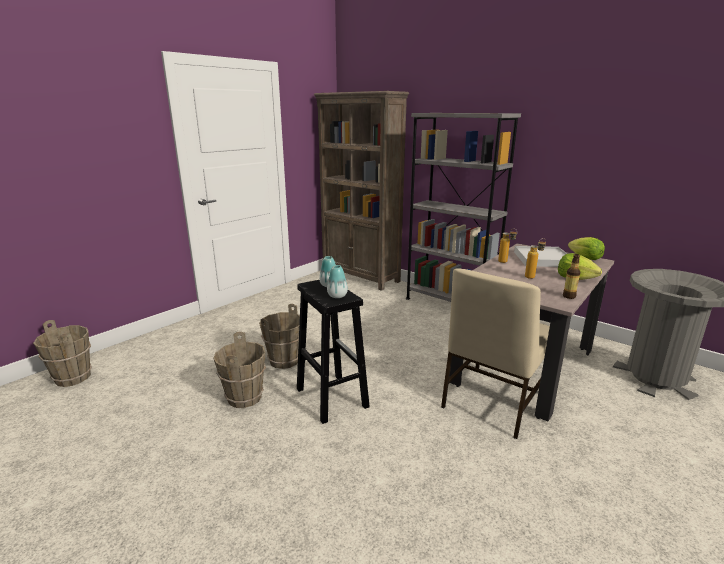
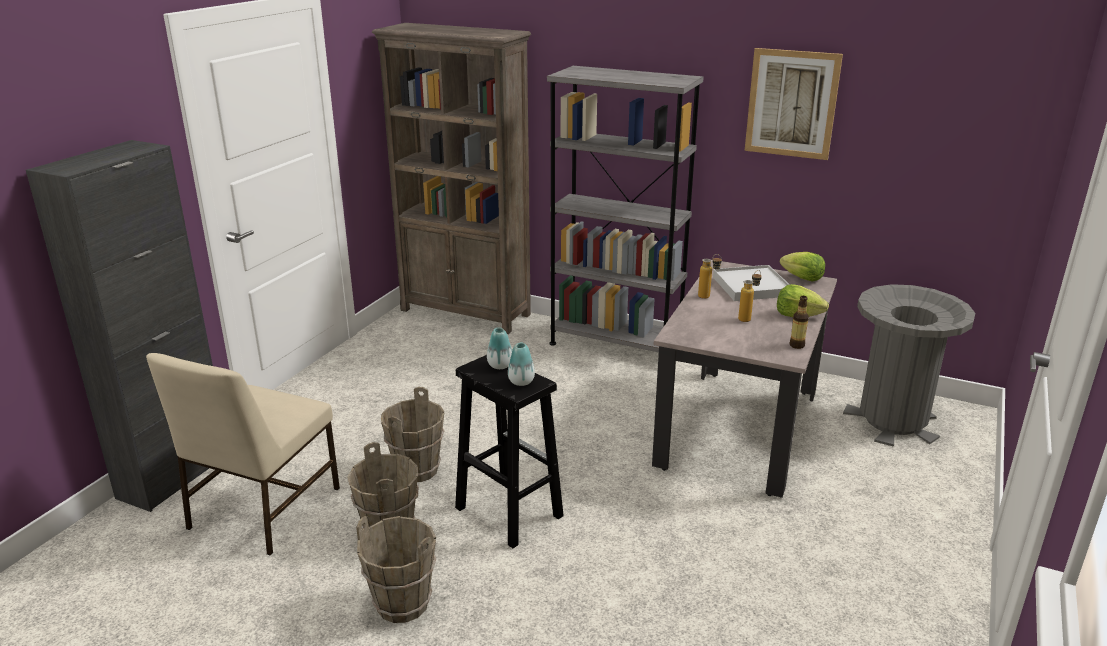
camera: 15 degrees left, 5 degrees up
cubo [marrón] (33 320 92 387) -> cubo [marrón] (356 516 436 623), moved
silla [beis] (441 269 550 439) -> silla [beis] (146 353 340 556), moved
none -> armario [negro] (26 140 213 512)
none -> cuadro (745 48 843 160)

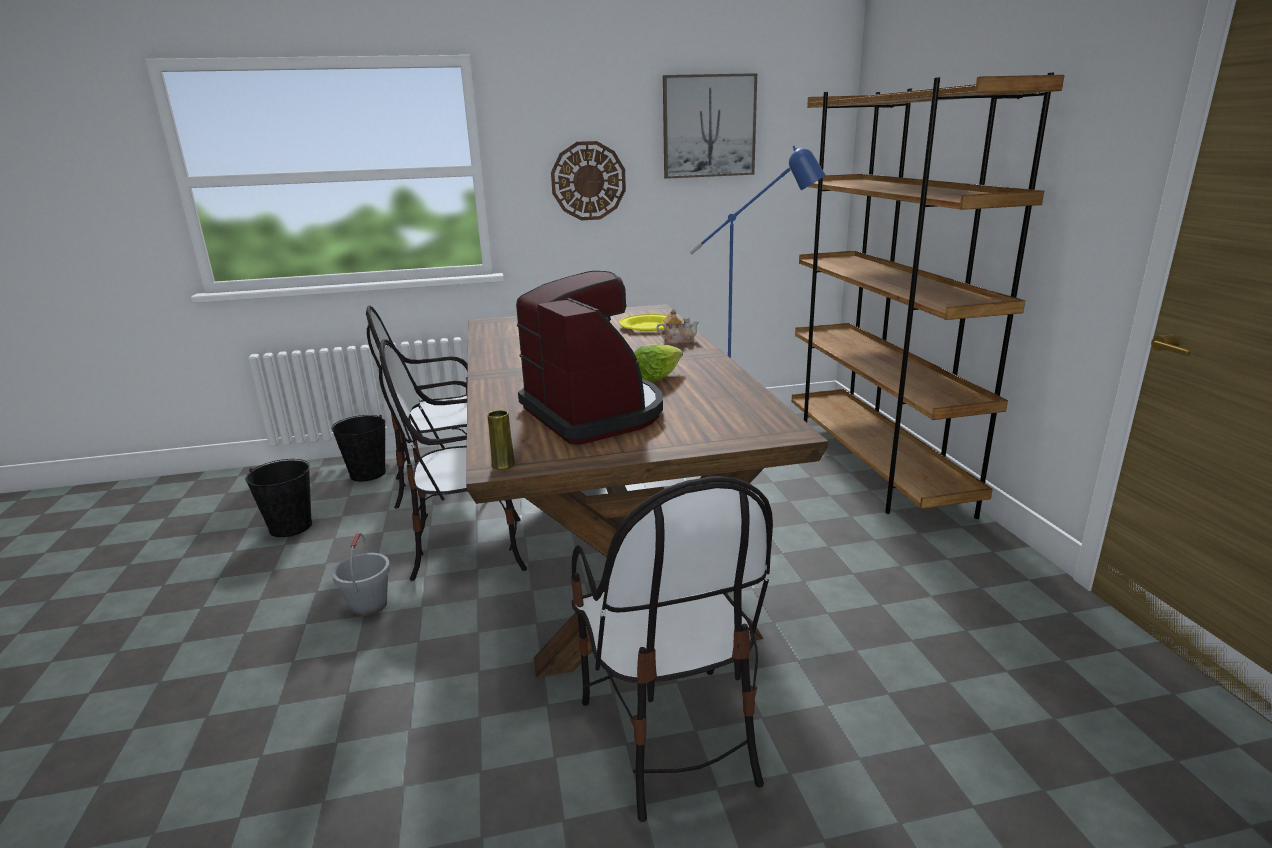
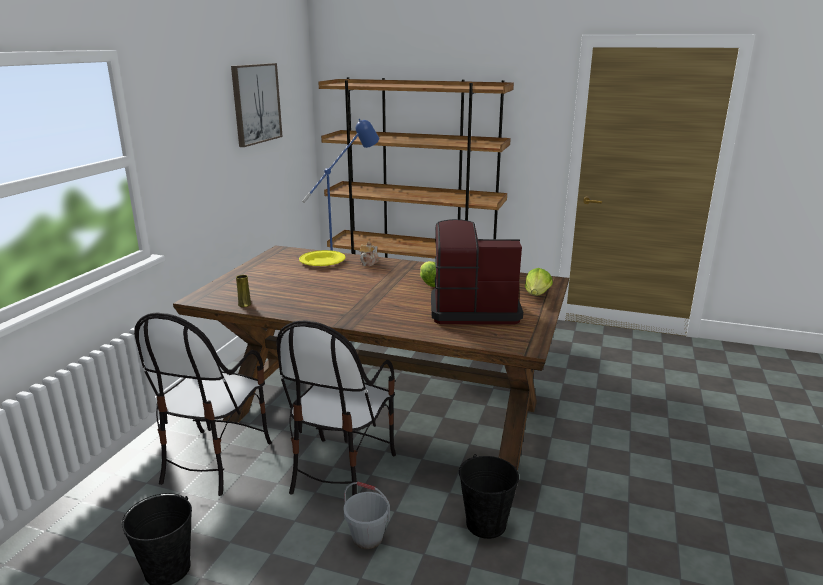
camera: 60 degrees left, 0 degrees up
cubo [negro] (331 415 386 482) -> cubo [negro] (459 454 519 539), moved
florero [amarillo] (487 410 515 470) -> florero [amarillo] (236 275 251 307), moved
reloj de pared (551 141 626 220) -> none
silla (571 476 773 822) -> none
none -> lechuga (525 268 553 296)

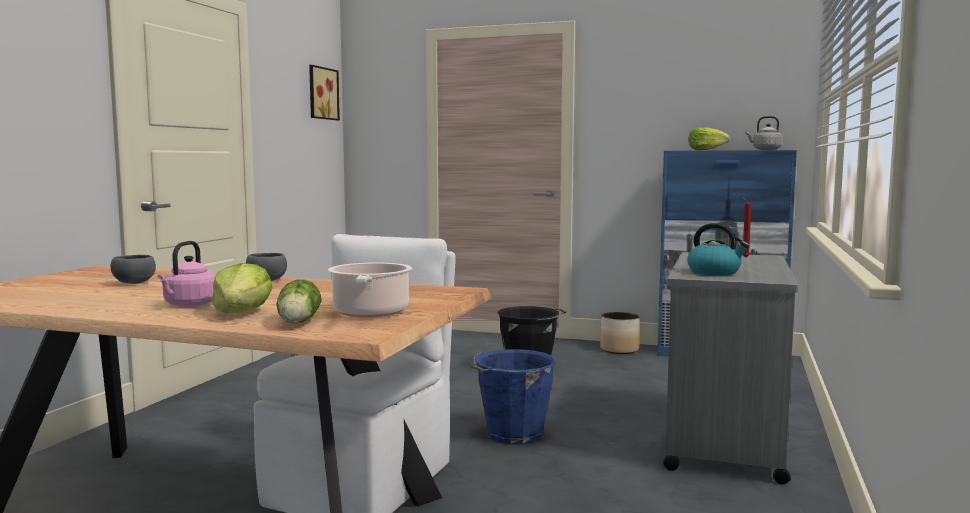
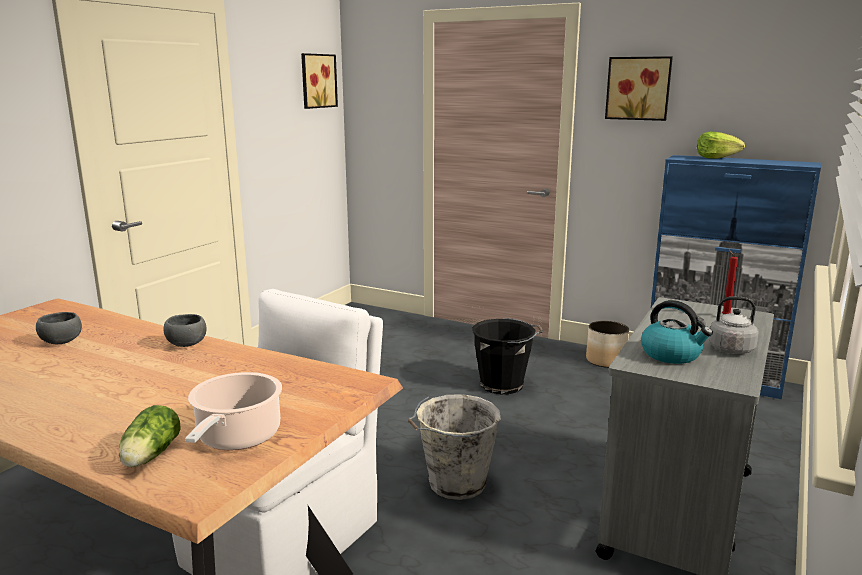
camera: 10 degrees right, 10 degrees up
hervidor [rosa] (157 241 215 307) -> none
lechuga (212 263 272 313) -> none
cubo [azul] (470 349 557 444) -> cubo [gris] (408 394 500 500)
hervidor [gris] (745 116 782 150) -> hervidor [gris] (698 296 759 354), moved
none -> cuadro (605 56 673 121)

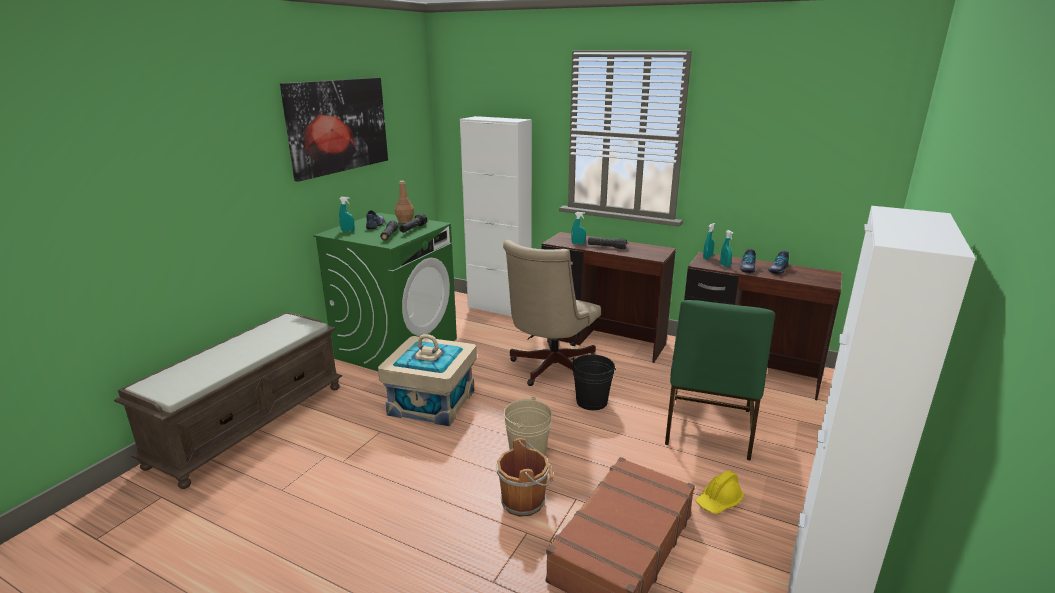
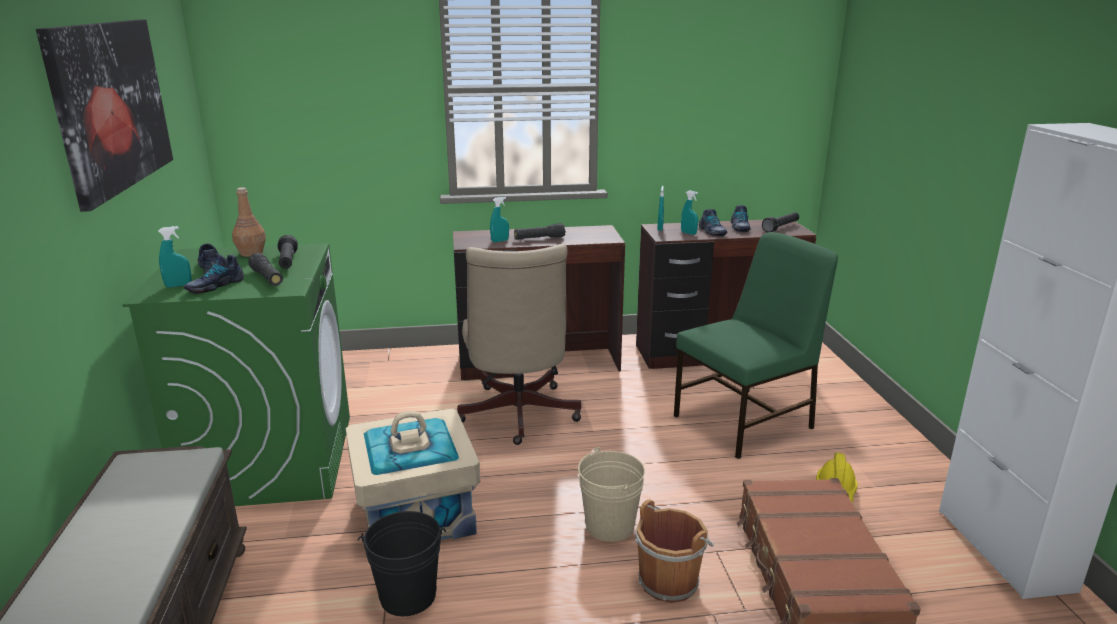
camera: 35 degrees left, 0 degrees up
armario [blanco] (460 116 532 316) -> none
cubo [negro] (571 355 616 410) -> cubo [negro] (358 511 446 616), moved
silla [verde] (665 300 775 461) -> silla [verde] (674 232 838 459), 105 degrees counterclockwise
none -> zapato (184 255 244 294)
none -> linterna [negro] (762 212 799 233)

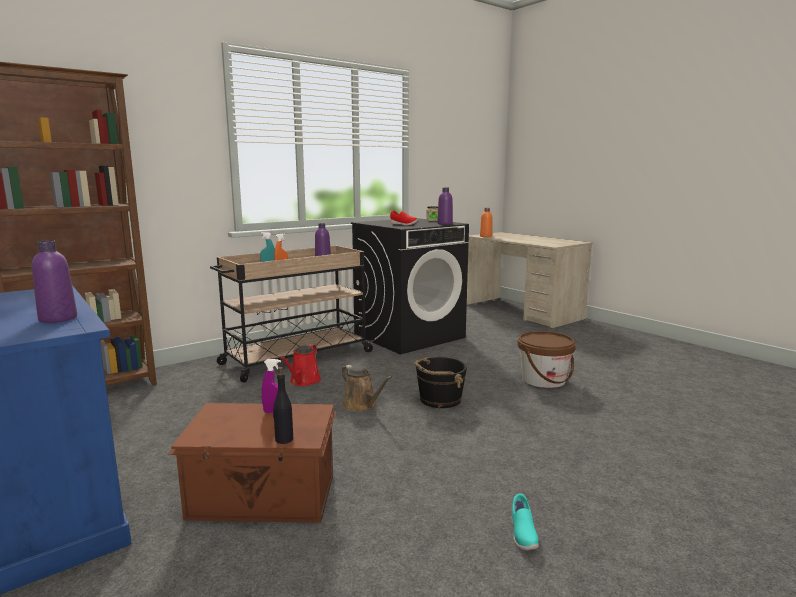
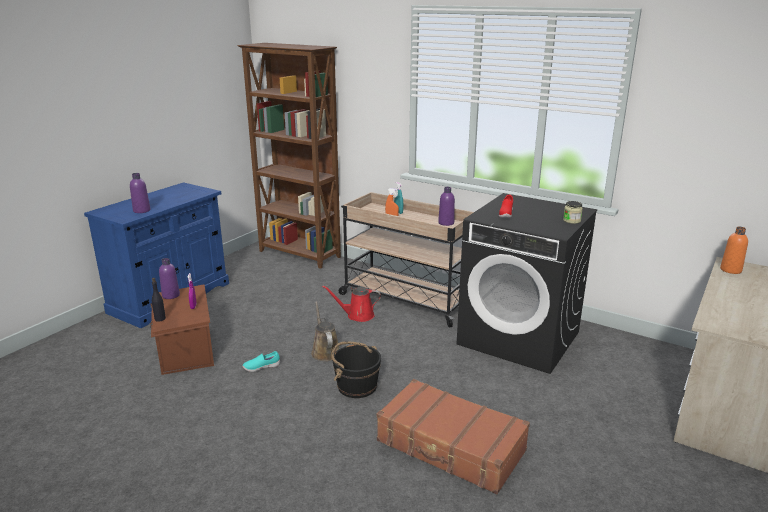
camera: 70 degrees right, 10 degrees up
regadera [marrón] (341 365 392 412) -> regadera [marrón] (311 301 339 361), 135 degrees clockwise
botella [morado] (437 187 453 225) -> botella [morado] (159 258 180 299), moved
zapato [turquesa] (512 493 539 550) -> zapato [turquesa] (242 351 280 372), moved
cubo [marrón] (517 331 576 388) -> maleta [marrón] (377 379 530 494)

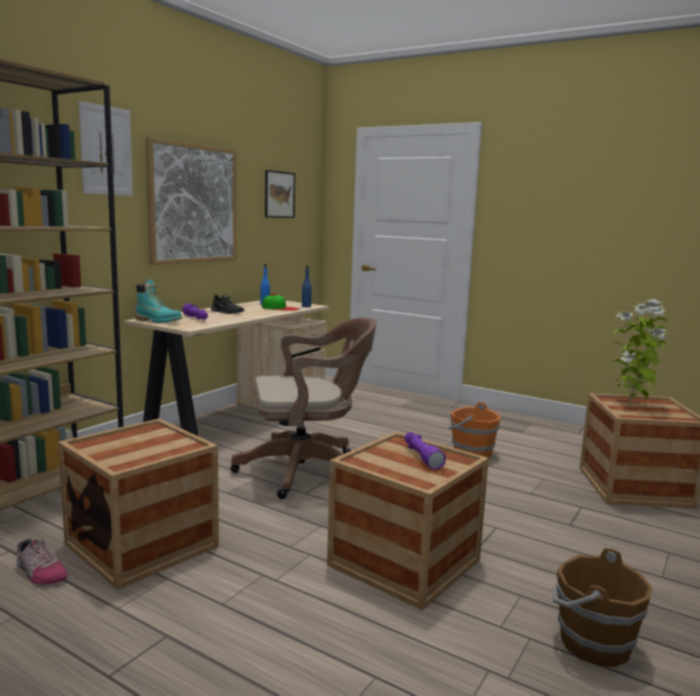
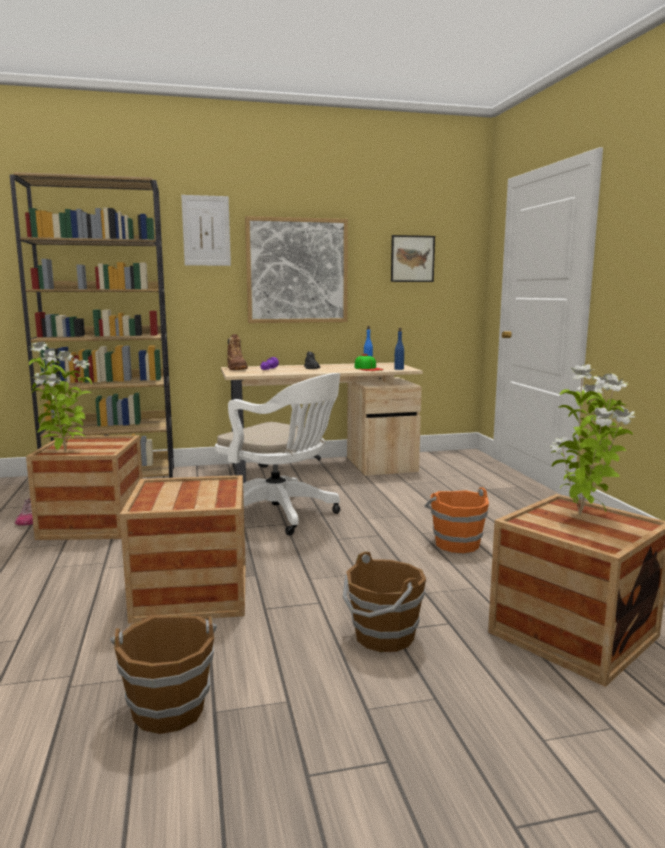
camera: 45 degrees right, 0 degrees up
bota [turquesa] (135 279 182 323) -> bota [marrón] (227 334 248 370)
silla de oficina [marrón] (230 317 377 499) -> silla de oficina [blanco] (215 373 341 535)
linterna [morado] (405 432 446 470) -> none
none -> planta en maceta (29 341 92 452)
none -> cubo [marrón] (343 551 426 652)

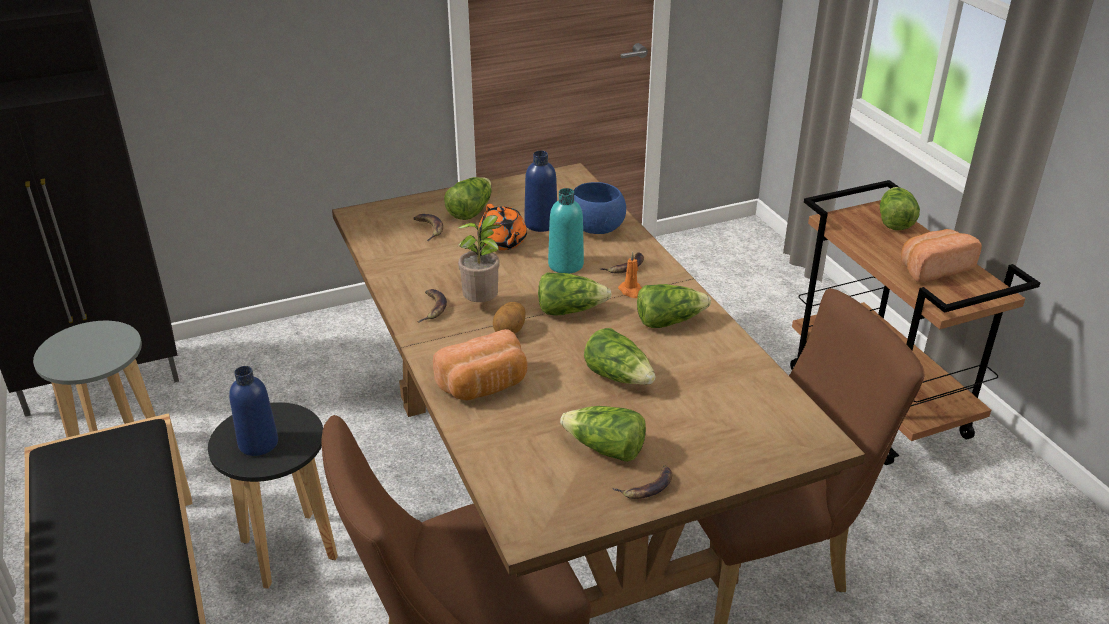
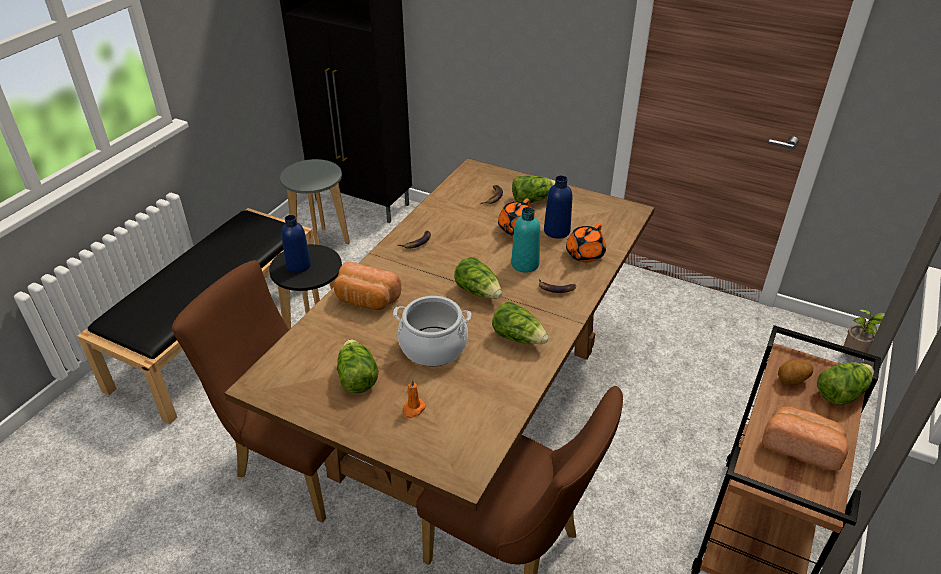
camera: 50 degrees right, 5 degrees up
planta en maceta (457 215 502 302) -> planta en maceta (844 309 885 358), moved
patata (493 302 526 334) -> patata (778 359 813 385), moved
cuenco [azul] (574 182 626 234) -> tetera [naranja] (566 224 606 262)
lechuga (584 328 655 385) -> olla (393 296 471 366)
plátano (613 465 673 499) -> none
vela [naranja] (618 252 642 298) -> vela [naranja] (403 379 426 418), moved

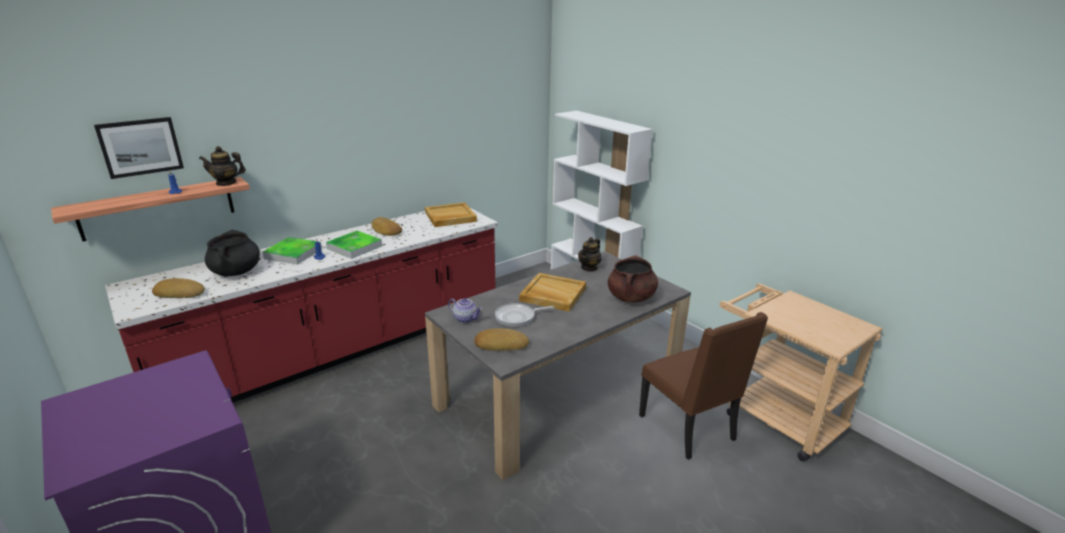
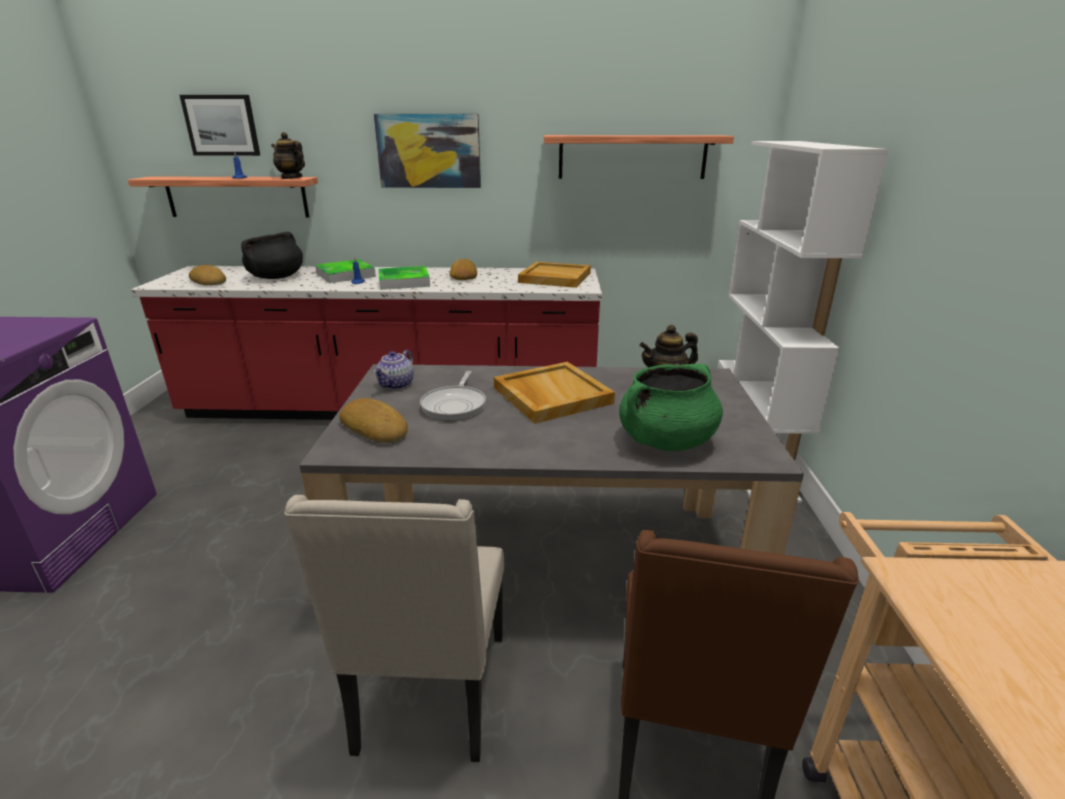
camera: 40 degrees right, 0 degrees up
tetera (448 298 482 323) -> tetera (373 350 414 390), 45 degrees clockwise
sartén (495 303 554 327) -> sartén (420 371 486 421), 105 degrees counterclockwise
olla [marrón] (608 255 658 302) -> olla [verde] (619 364 723 451)
none -> silla [beis] (284 495 504 762)
none -> cuadro (374 114 481 188)
none -> estante (544 135 734 179)

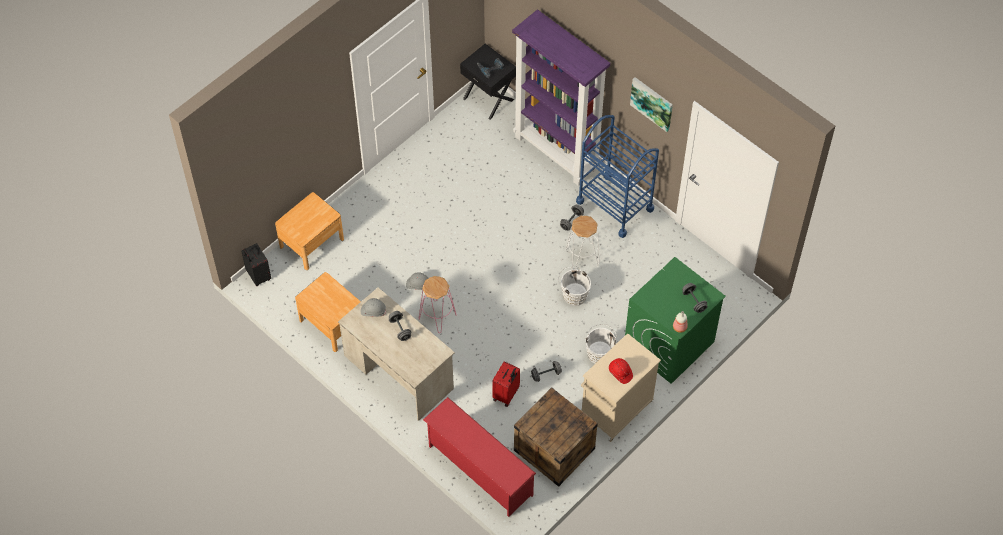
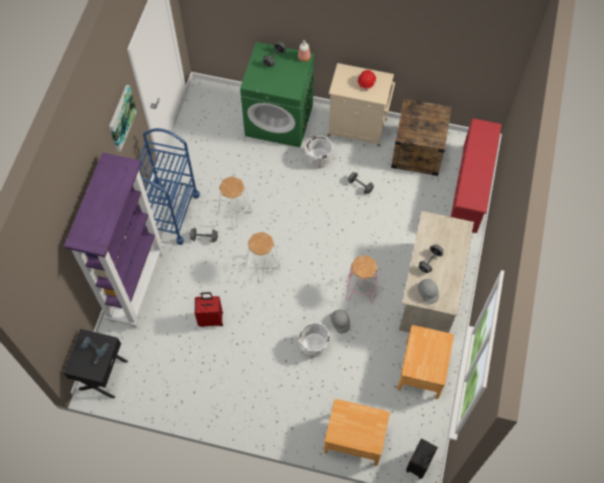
camera: 120 degrees left, 5 degrees up
maleta [rojo] (492 361 520 407) -> maleta [rojo] (195 292 223 327), moved
cubo [blanco] (558 267 591 306) -> cubo [blanco] (299 322 330 357), moved
none -> taburete [blanco] (245 232 281 284)

